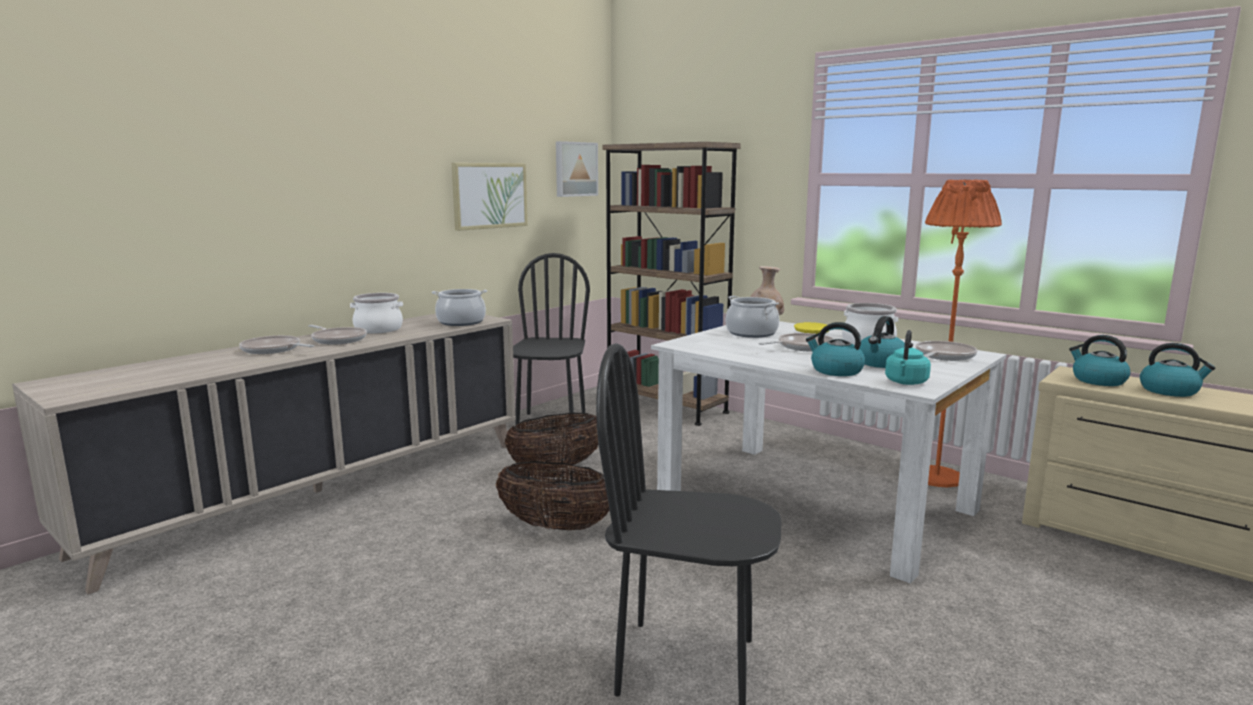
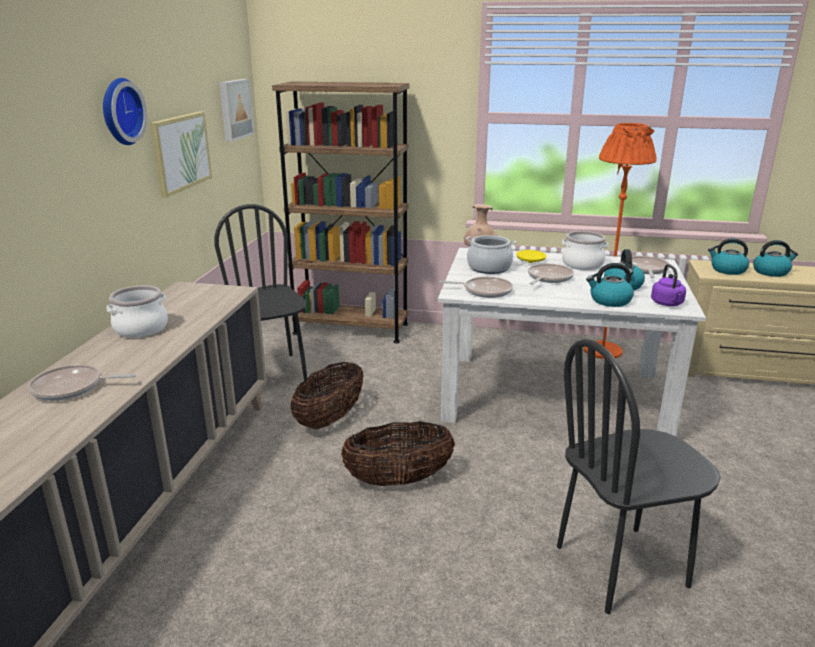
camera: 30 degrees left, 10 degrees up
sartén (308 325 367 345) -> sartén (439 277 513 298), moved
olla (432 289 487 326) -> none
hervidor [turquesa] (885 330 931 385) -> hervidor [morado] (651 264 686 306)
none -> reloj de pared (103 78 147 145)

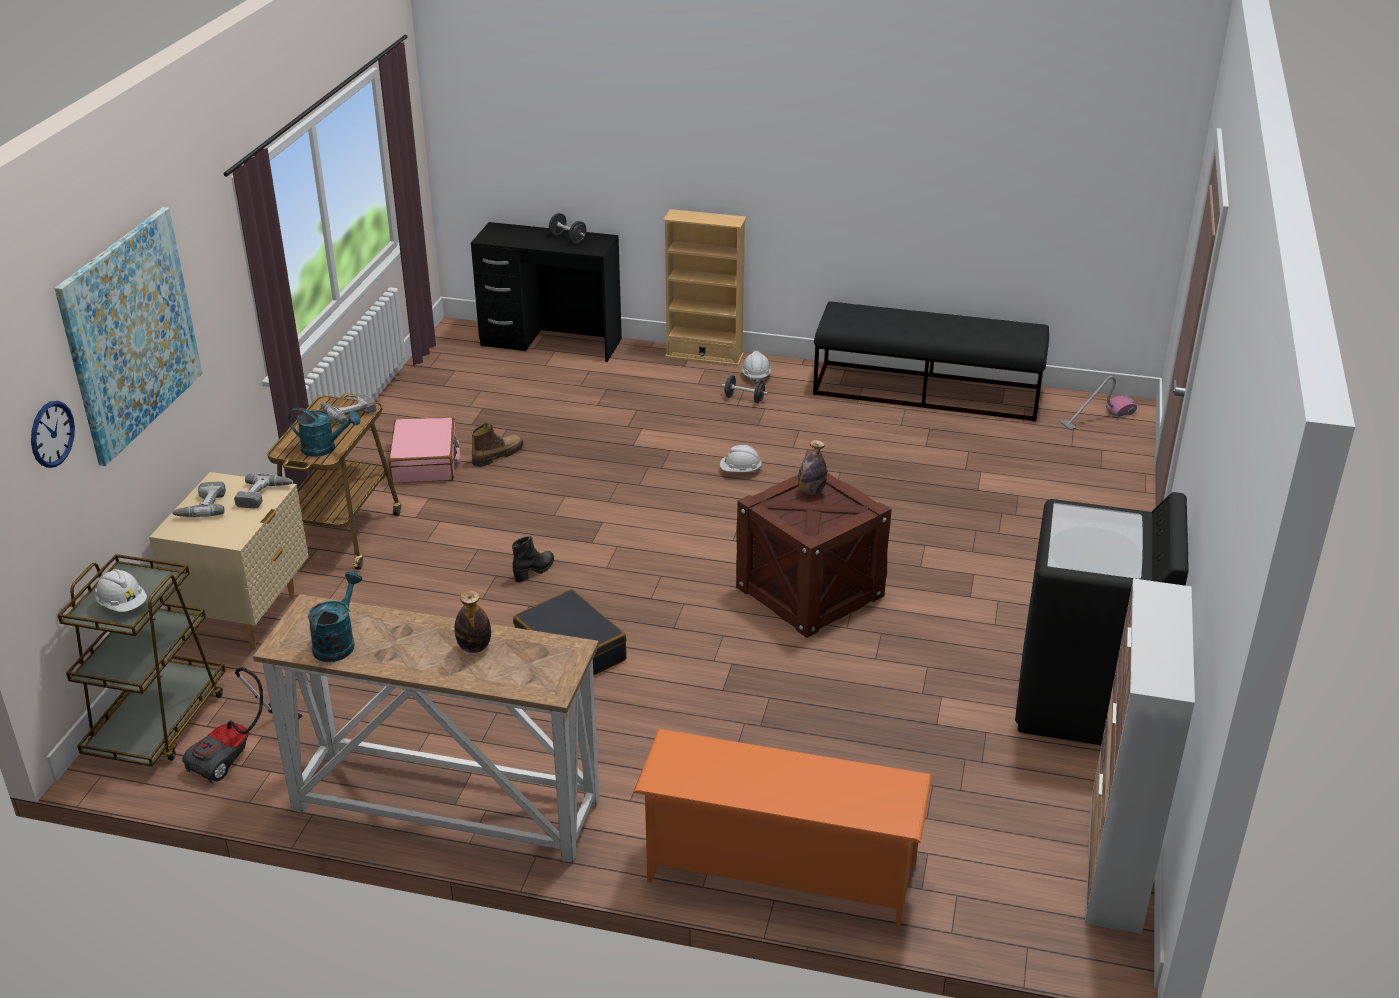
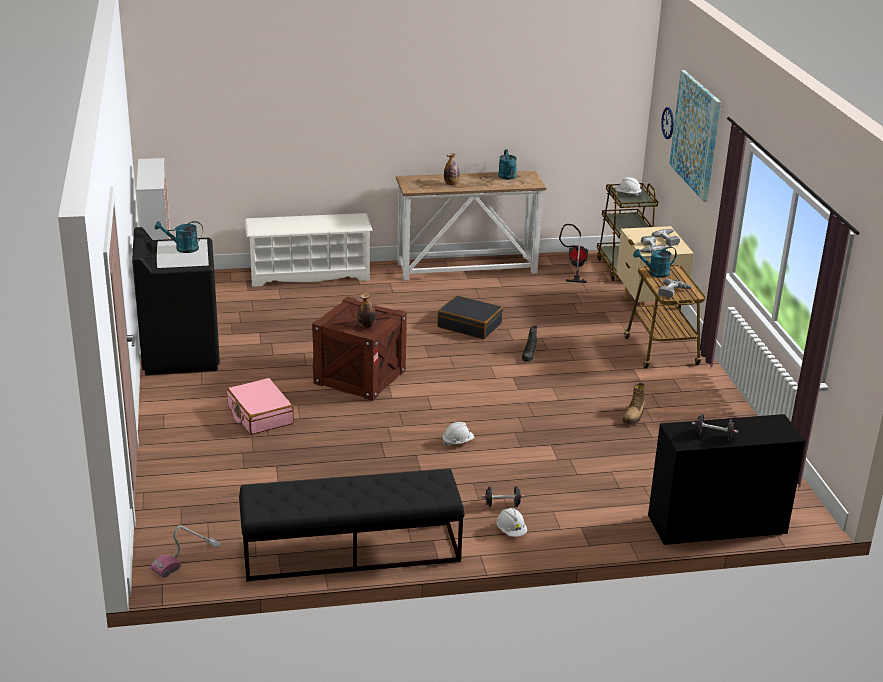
camera: 155 degrees right, 5 degrees down
maleta [rosa] (389 417 460 483) -> maleta [rosa] (227 378 294 435), moved
zapatero [naranja] (634 729 932 929) -> zapatero [blanco] (245 213 373 287)
estantería [beis] (663 209 746 366) -> none
none -> regadera [turquesa] (154 221 203 253)

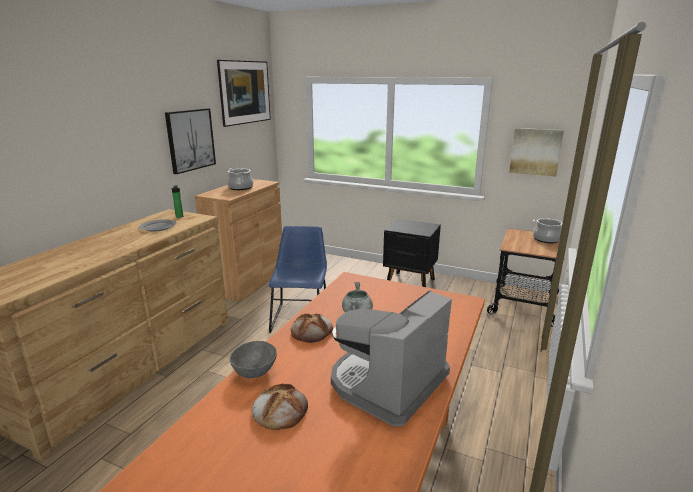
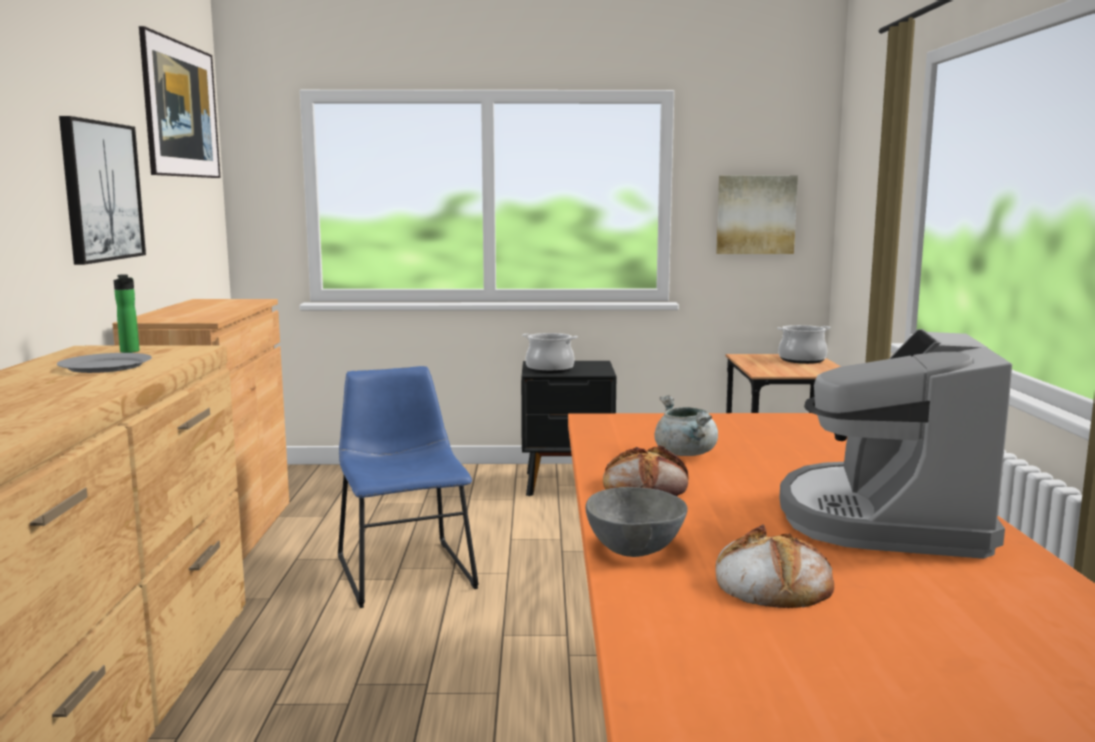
camera: 25 degrees left, 10 degrees down
olla (227 168 253 190) -> olla (522 333 578 373), moved

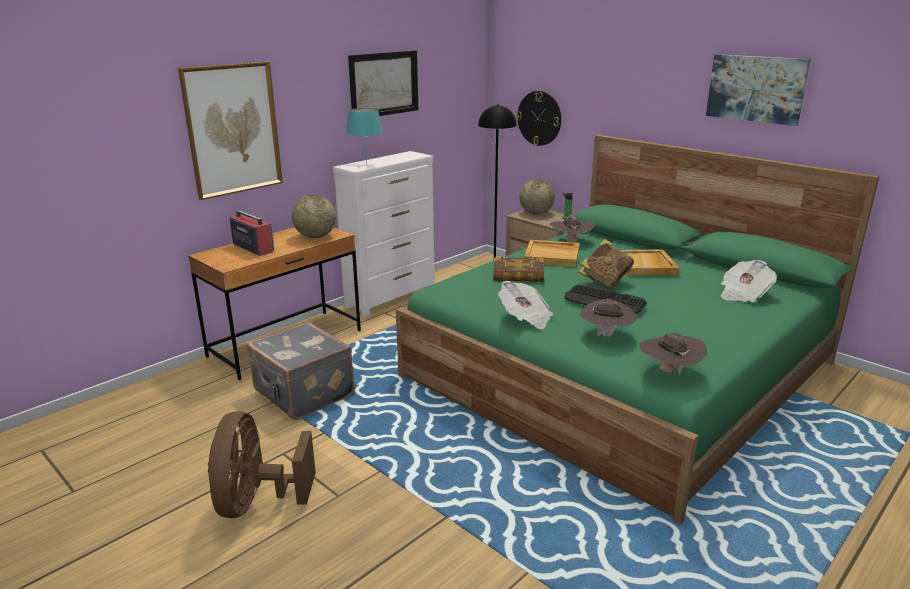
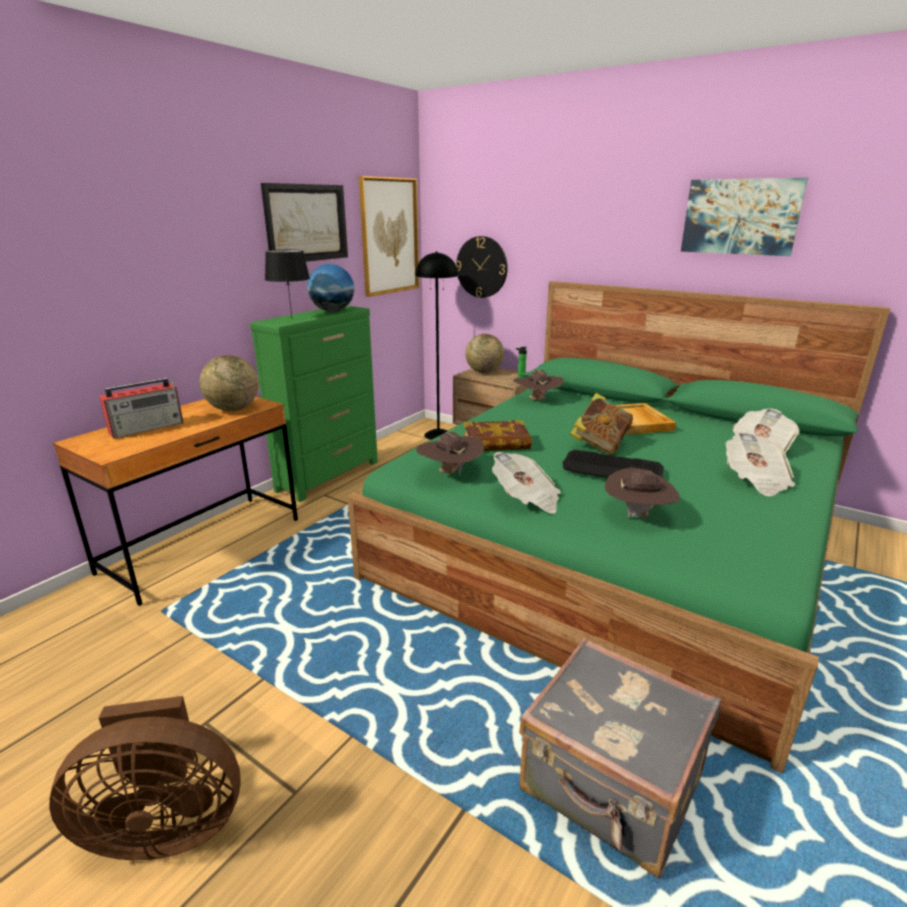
camera: 10 degrees left, 0 degrees up
cuadro (178 61 283 200) -> cuadro (358 176 419 297), moved
ventilador [marrón] (208 411 316 518) -> ventilador [marrón] (49 696 240 860), 90 degrees counterclockwise
radio (230 206 274 256) -> radio (99 377 184 439), 105 degrees clockwise
maleta [gris] (247 322 355 420) -> maleta [gris] (519 638 721 878), moved
cómoda [blanco] (333 151 435 317) -> cómoda [verde] (250 306 378 502)
lámpara de mesa [turquesa] (347 108 383 165) -> lámpara de mesa [negro] (265 249 310 317)
bandeja [beis] (524 240 579 267) -> none
sombrero [marrón] (639 333 707 375) -> sombrero [marrón] (416 432 484 475), moved
none -> globo terráqueo (307 264 354 312)
none -> periódico (726 432 795 497)

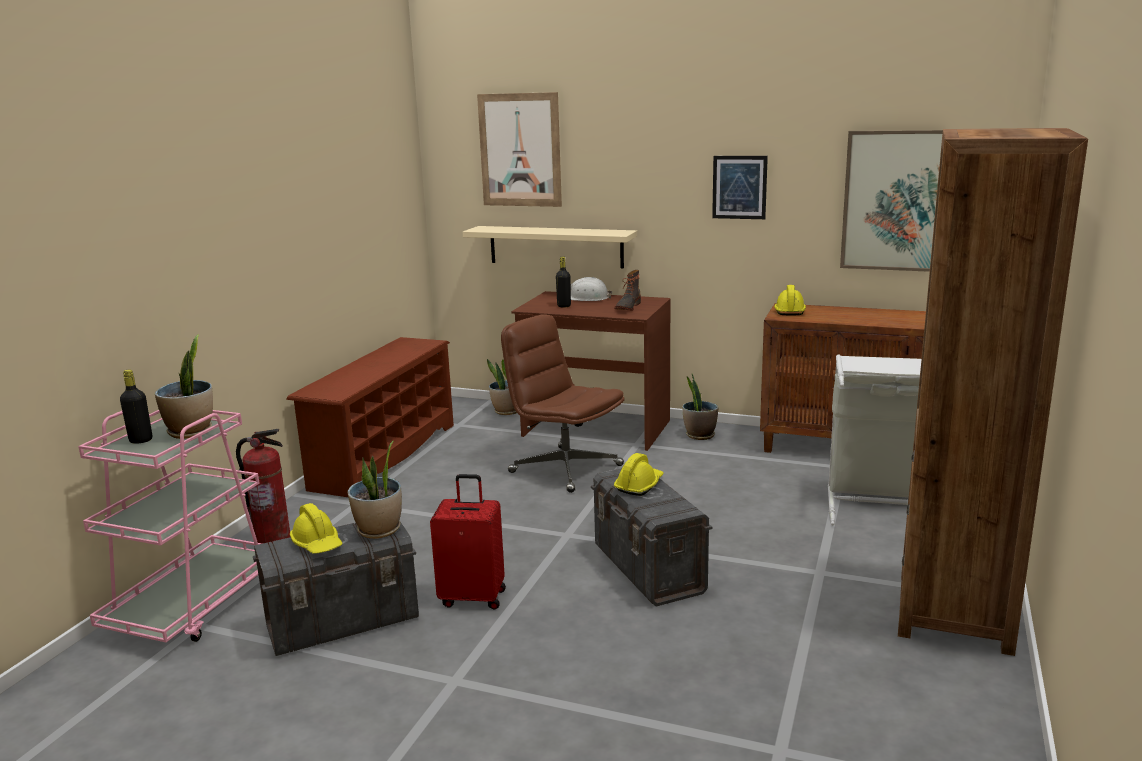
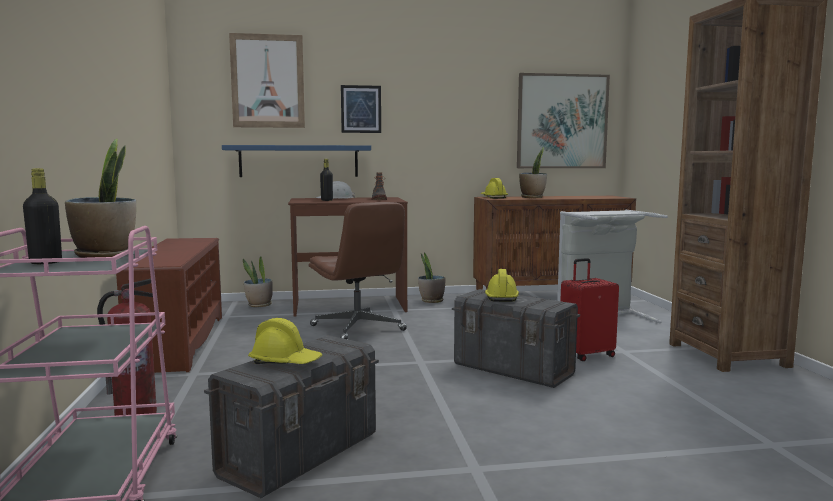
camera: 30 degrees left, 10 degrees down
planta en maceta (348 441 402 539) -> planta en maceta (519 147 547 198), moved
maleta [rojo] (430 474 506 609) -> maleta [rojo] (560 258 619 361), moved
estante [beis] (463 226 637 268) -> estante [azul] (222 145 371 177)
silla de oficina [marrón] (501 315 625 493) -> silla de oficina [marrón] (309 202 407 339), 135 degrees counterclockwise
cuadro (712 156 768 219) -> cuadro (341 85 381 133), moved

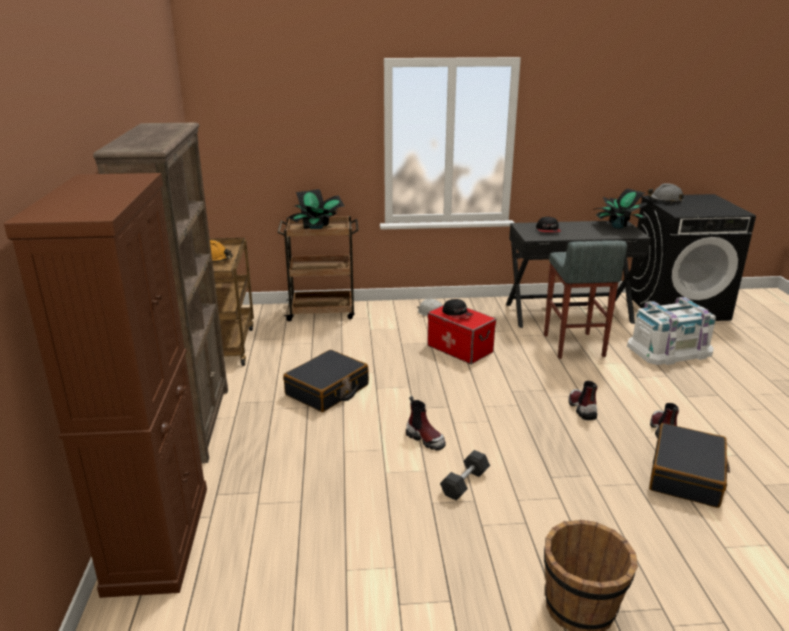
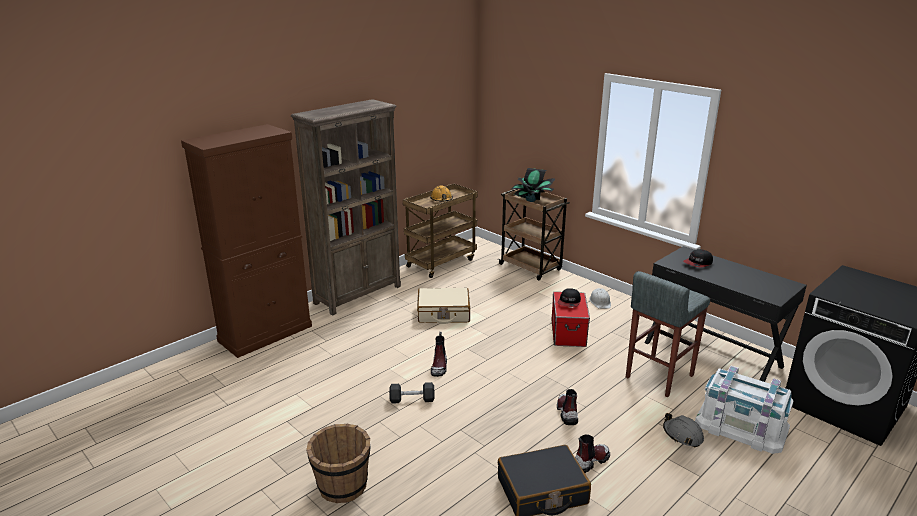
camera: 50 degrees right, 0 degrees up
maleta [negro] (283 350 369 412) -> maleta [beis] (417 288 470 324)
bota (569 381 597 420) -> bota (557 389 578 425), 45 degrees counterclockwise
planta en maceta (593 188 649 229) -> none
casco [gris] (648 184 684 203) -> casco [gris] (663 413 704 447), moved

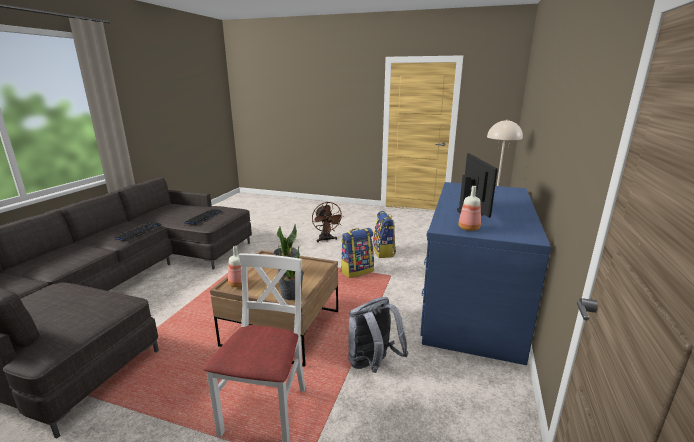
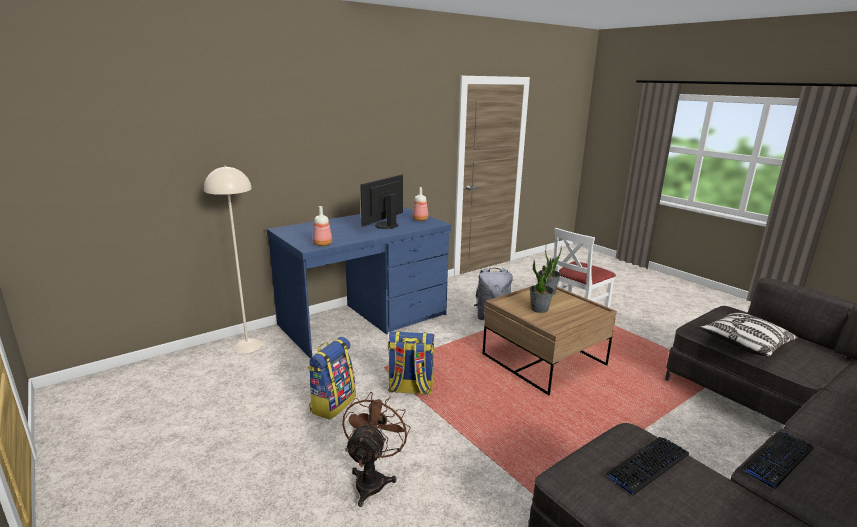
camera: 145 degrees left, 0 degrees up
botella (228 246 249 287) -> botella (313 206 332 246), moved
none -> cojín (700 313 798 358)

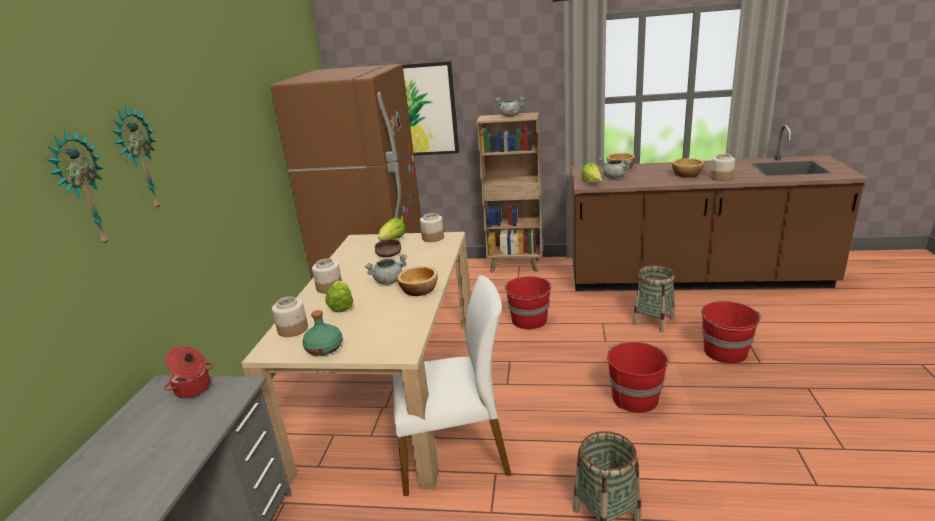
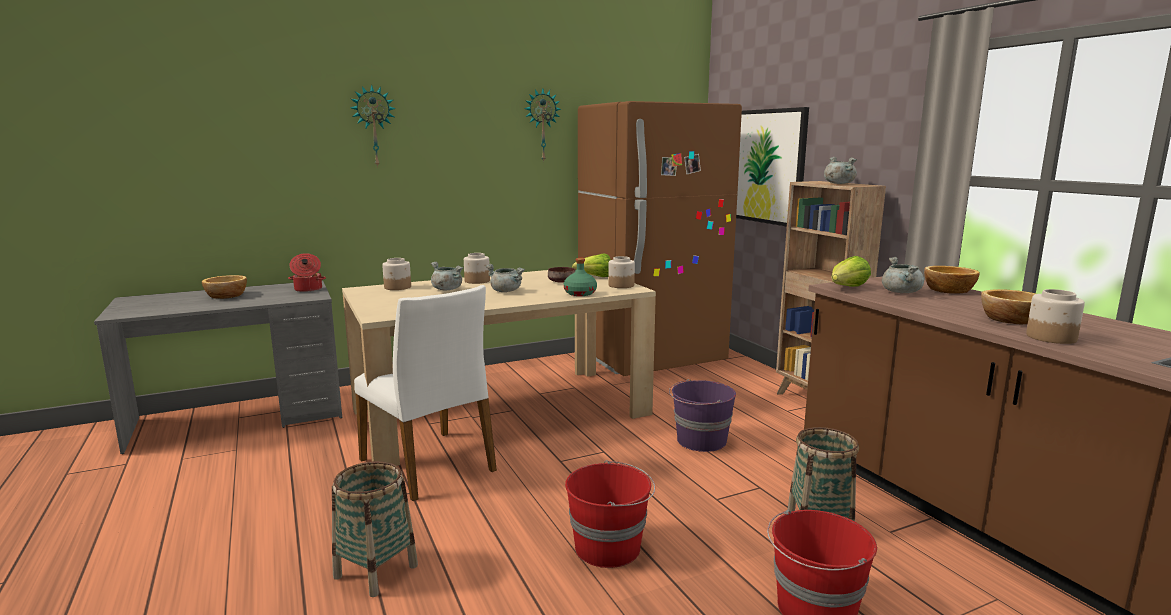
camera: 55 degrees right, 10 degrees down
reloj de pared (46 129 109 247) -> reloj de pared (524 88 561 163), moved
botella [verde] (303 310 343 356) -> botella [verde] (564 258 597 296), moved
lechuga (325 281 353 312) -> olla [gris] (431 262 464 290)
cuenco (397 266 438 296) -> cuenco (202 275 247 299), moved
cubo [rojo] (504 276 552 329) -> cubo [morado] (669 379 736 452)

